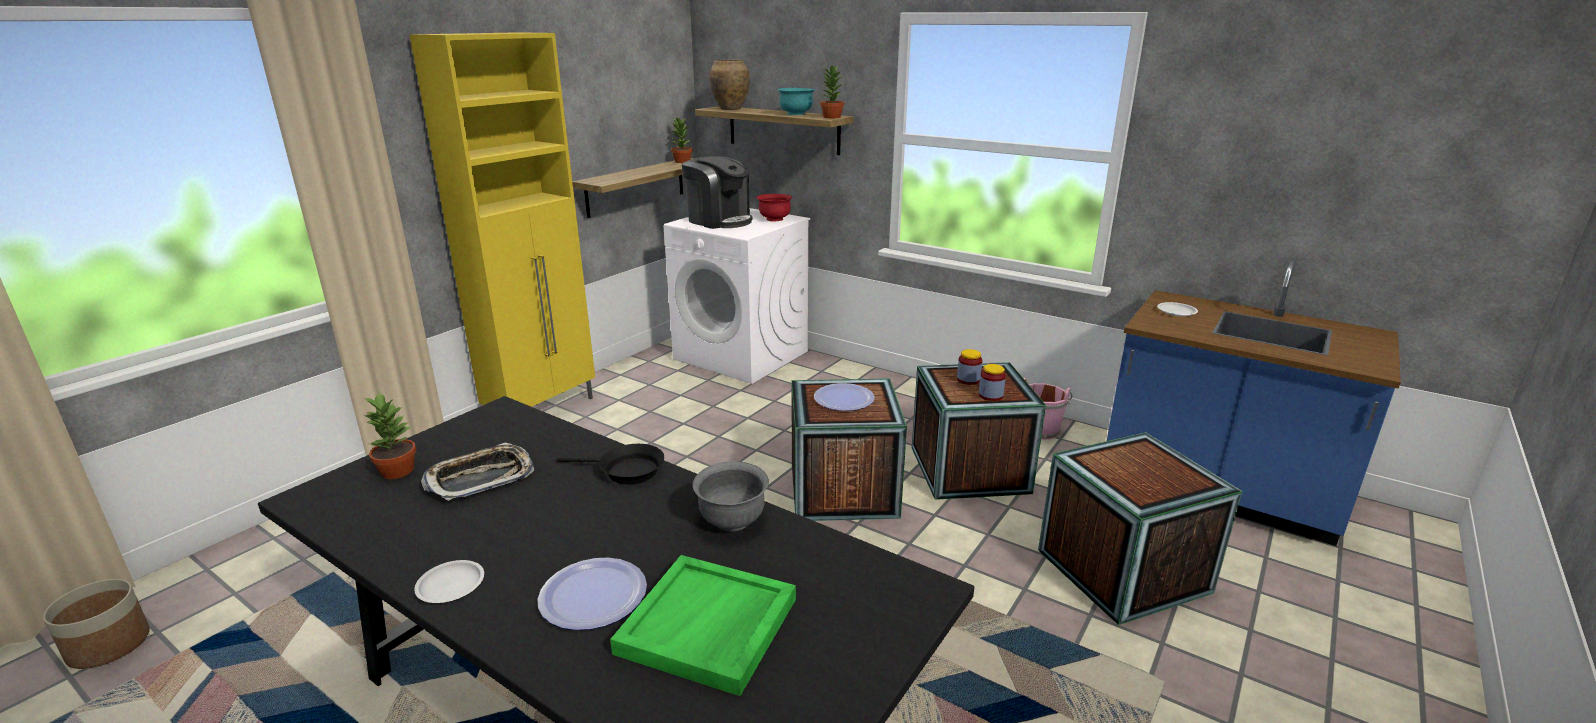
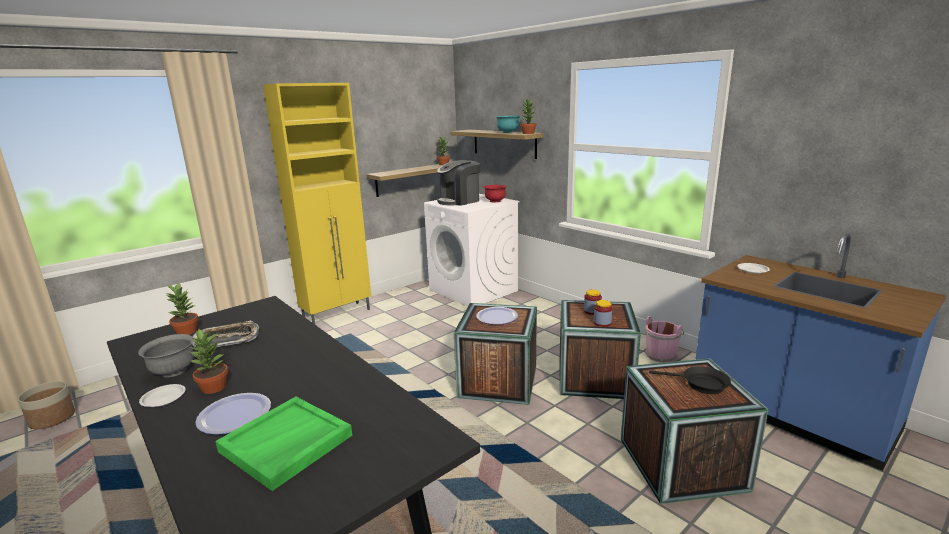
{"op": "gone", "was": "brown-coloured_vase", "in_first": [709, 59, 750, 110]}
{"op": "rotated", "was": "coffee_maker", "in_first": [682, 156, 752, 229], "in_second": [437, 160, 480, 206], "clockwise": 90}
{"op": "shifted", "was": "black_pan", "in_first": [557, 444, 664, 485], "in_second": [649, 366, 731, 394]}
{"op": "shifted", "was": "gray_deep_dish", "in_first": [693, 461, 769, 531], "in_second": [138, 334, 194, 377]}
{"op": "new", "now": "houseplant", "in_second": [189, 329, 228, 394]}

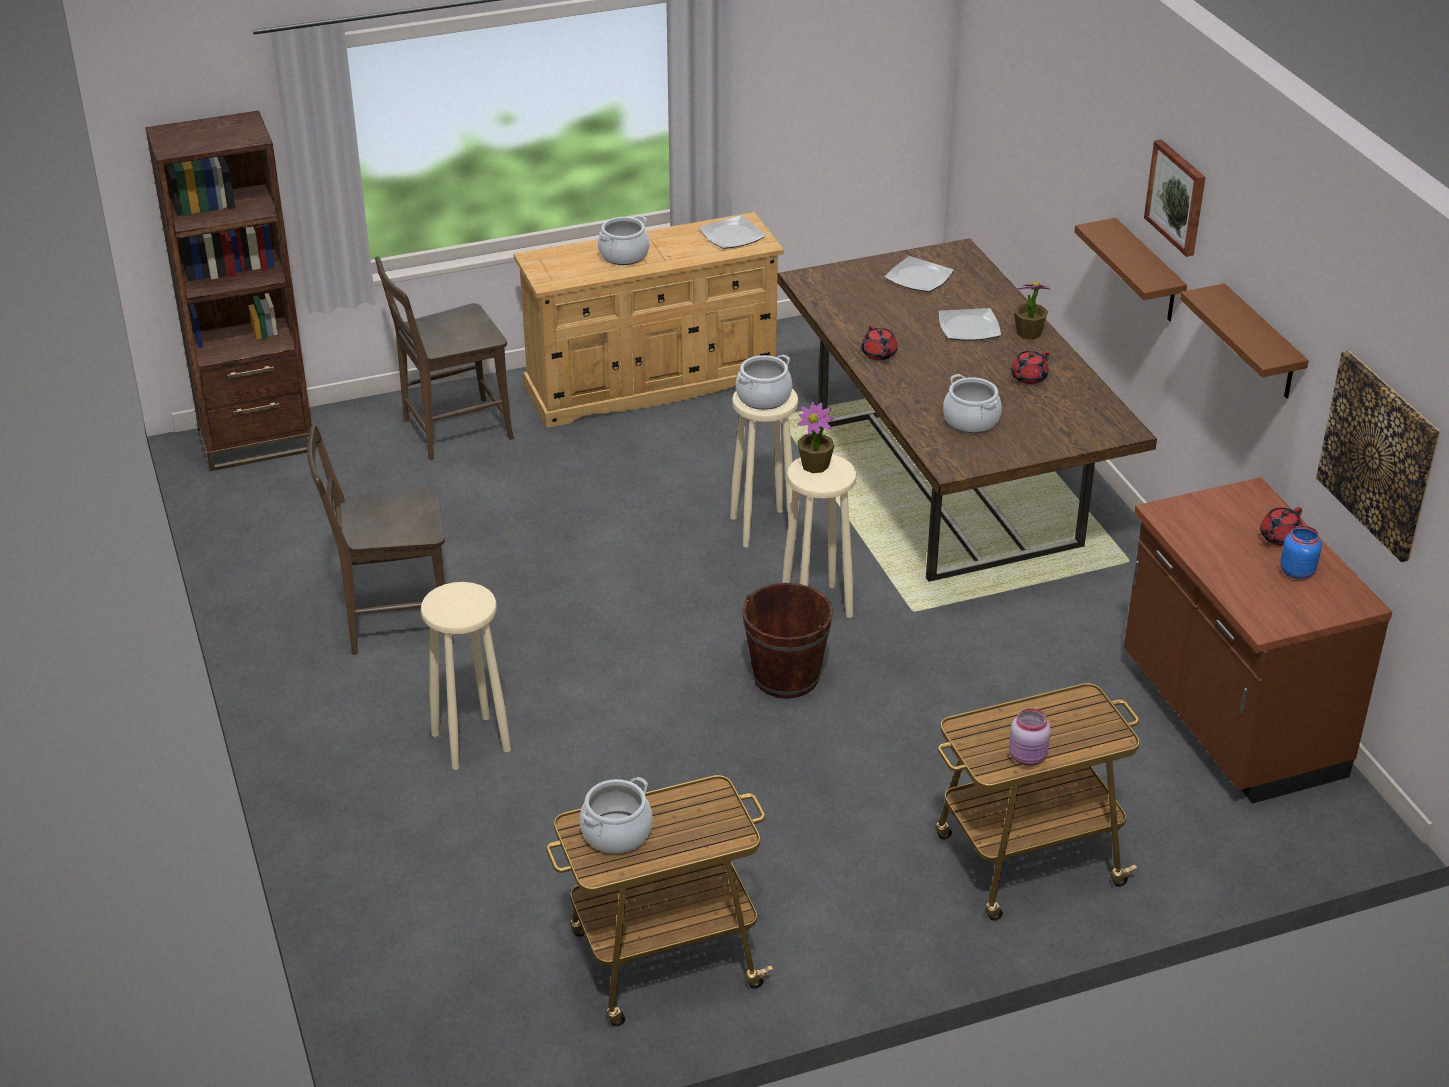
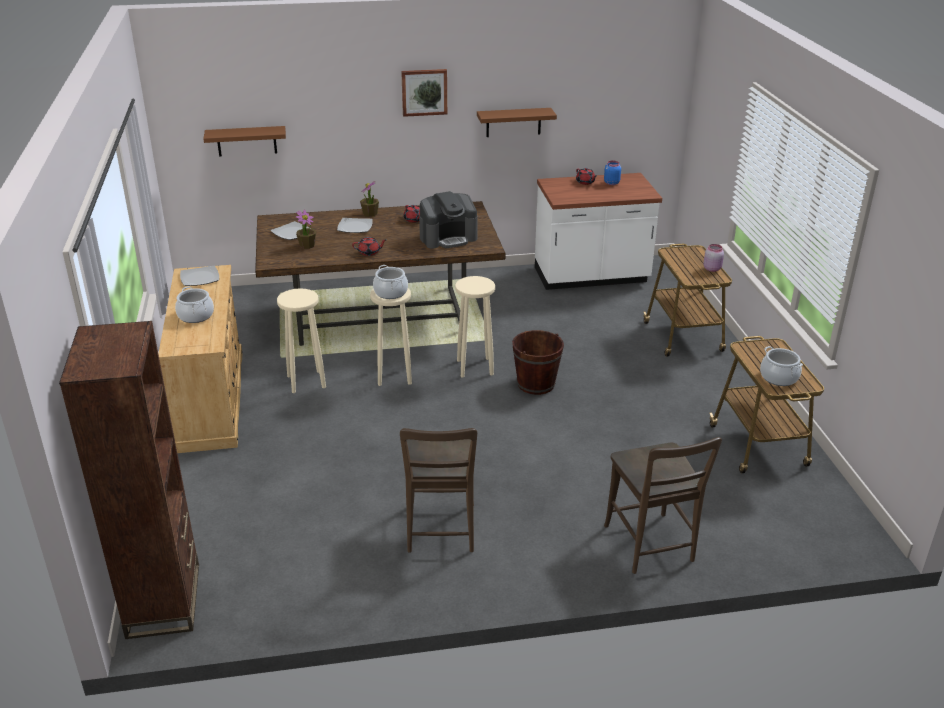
{"op": "shifted", "was": "brown-coloured_wall_shelf", "in_first": [1074, 218, 1187, 321], "in_second": [203, 126, 286, 157]}
{"op": "shifted", "was": "brown-coloured_chair", "in_first": [375, 257, 514, 460], "in_second": [604, 437, 722, 574]}
{"op": "gone", "was": "wall_picture", "in_first": [1316, 351, 1440, 562]}
{"op": "swapped", "was": "stockpot", "now": "coffee_maker", "in_first": [943, 374, 1002, 433], "in_second": [419, 191, 478, 249]}
{"op": "shifted", "was": "houseplant", "in_first": [797, 402, 834, 473], "in_second": [296, 209, 316, 249]}
{"op": "repainted", "was": "brown-coloured_kitchen_counter", "now": "whitish_kitchen_counter", "in_first": [1124, 477, 1392, 804], "in_second": [535, 173, 662, 290]}
{"op": "shifted", "was": "sand-coloured_stool", "in_first": [421, 582, 511, 770], "in_second": [277, 289, 326, 393]}

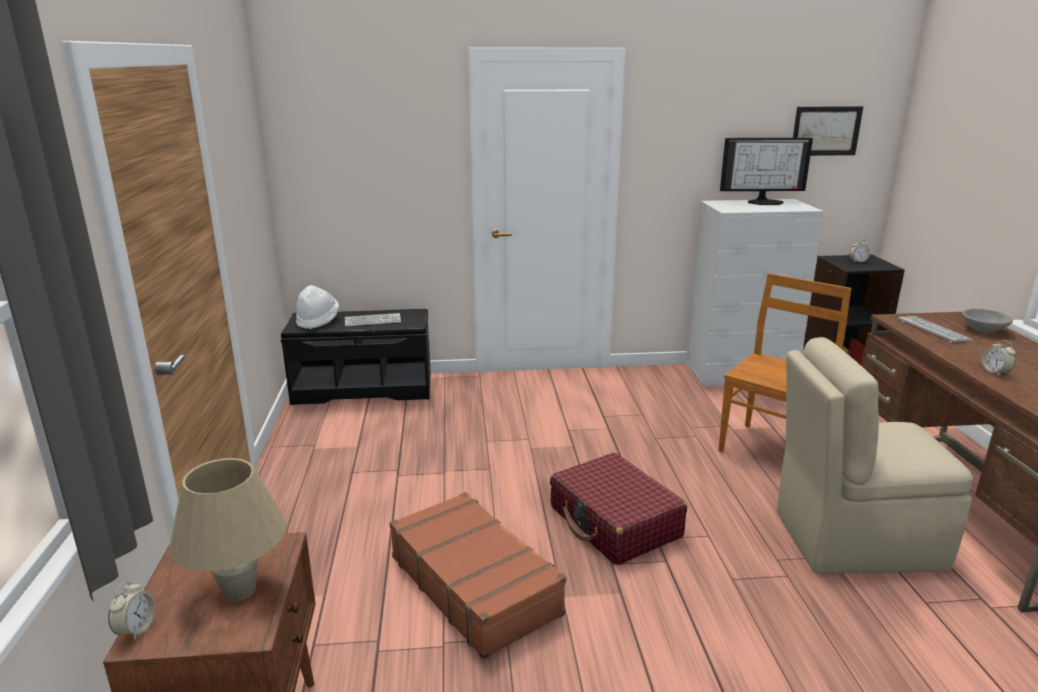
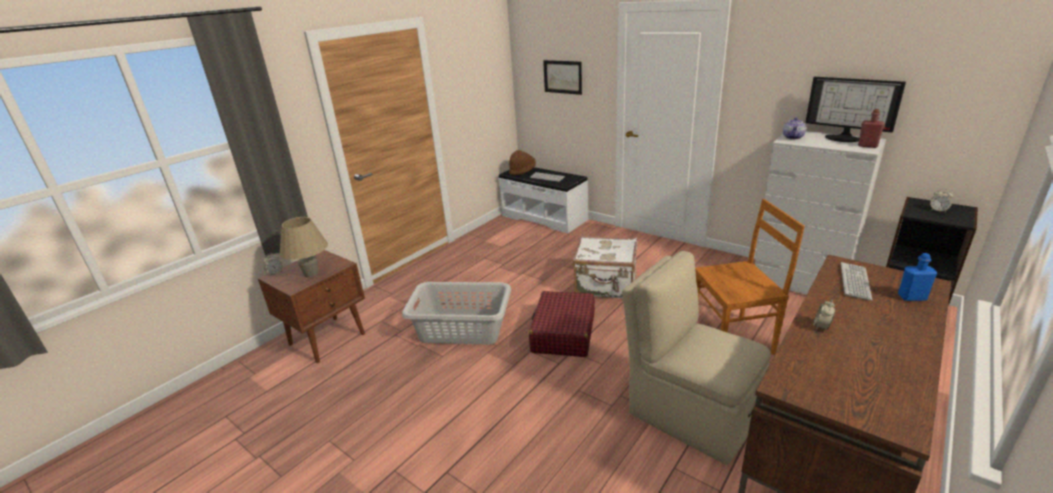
{"op": "shifted", "was": "wall_picture", "in_first": [793, 106, 863, 156], "in_second": [543, 60, 582, 95]}
{"op": "repainted", "was": "whitish_clothing_hat", "now": "brown-coloured_clothing_hat", "in_first": [296, 285, 339, 329], "in_second": [509, 150, 536, 175]}
{"op": "swapped", "was": "gray_deep_dish", "now": "bluish_beverage_bottle", "in_first": [962, 308, 1013, 333], "in_second": [898, 253, 937, 301]}
{"op": "repainted", "was": "black_long_seat", "now": "whitish_long_seat", "in_first": [281, 309, 431, 405], "in_second": [498, 167, 588, 233]}
{"op": "swapped", "was": "brown-coloured_suitcase", "now": "gray_washing_basket", "in_first": [389, 492, 566, 660], "in_second": [402, 282, 511, 344]}
{"op": "new", "now": "reddish_beverage_bottle", "in_second": [858, 109, 885, 148]}
{"op": "new", "now": "teapot", "in_second": [783, 117, 806, 140]}
{"op": "new", "now": "whitish_suitcase", "in_second": [572, 236, 637, 298]}

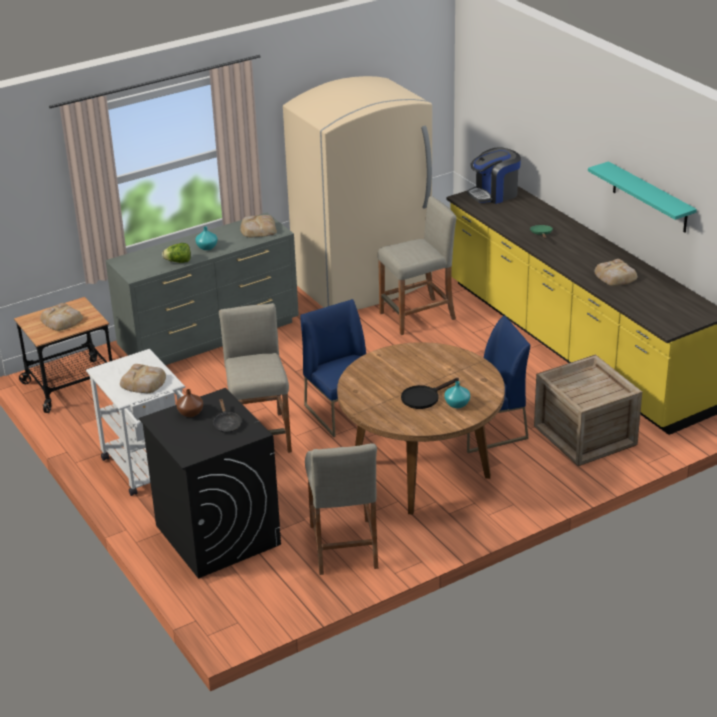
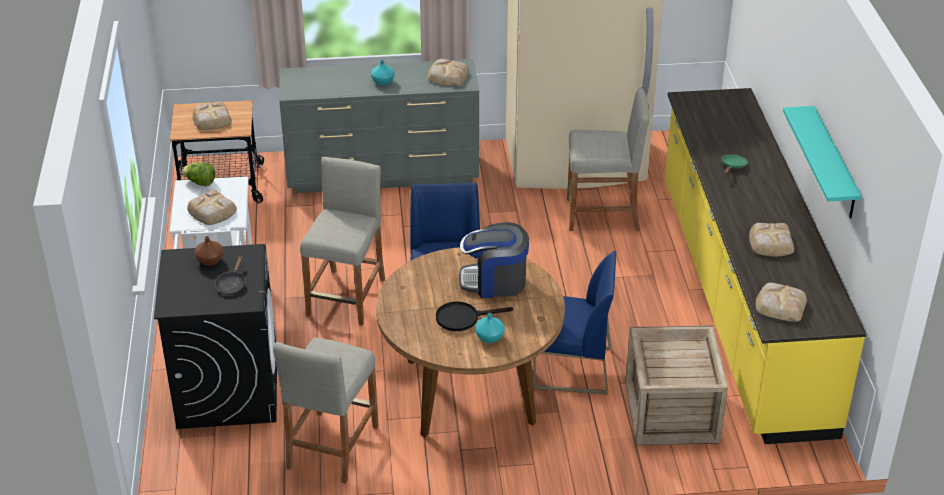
{"op": "shifted", "was": "coffee_maker", "in_first": [467, 147, 521, 204], "in_second": [459, 222, 529, 298]}
{"op": "shifted", "was": "head_of_lettuce", "in_first": [162, 243, 191, 263], "in_second": [182, 163, 215, 187]}
{"op": "new", "now": "bread", "in_second": [756, 283, 807, 322]}

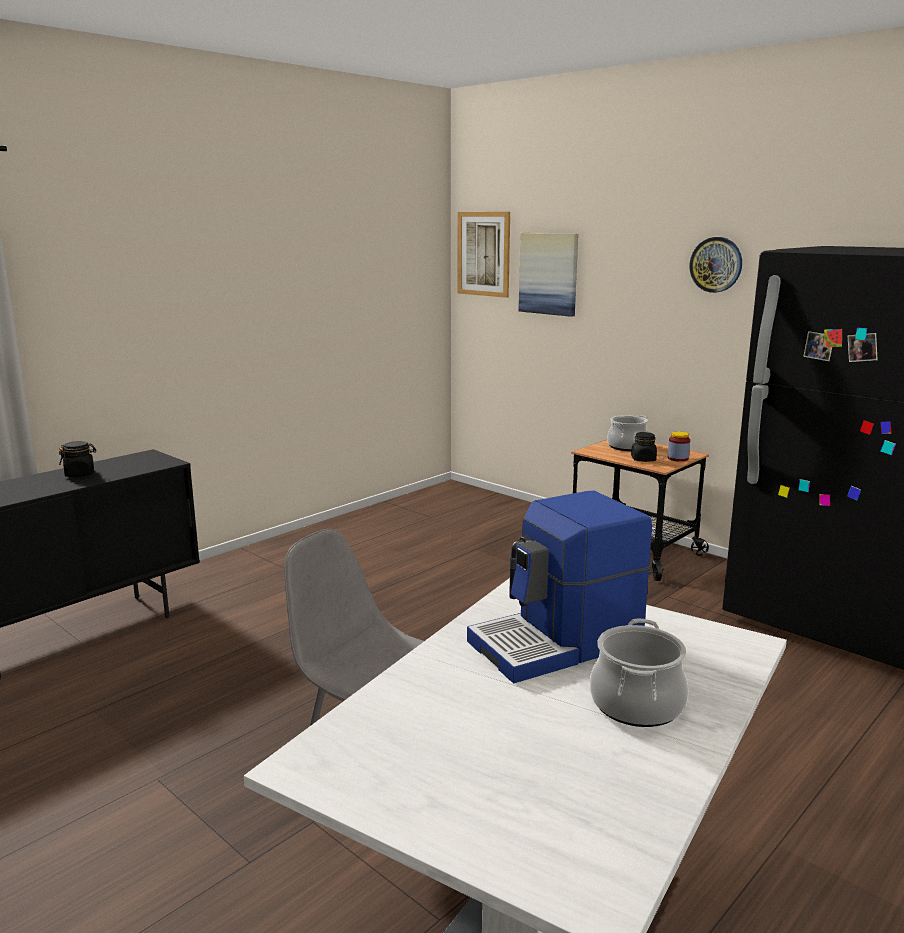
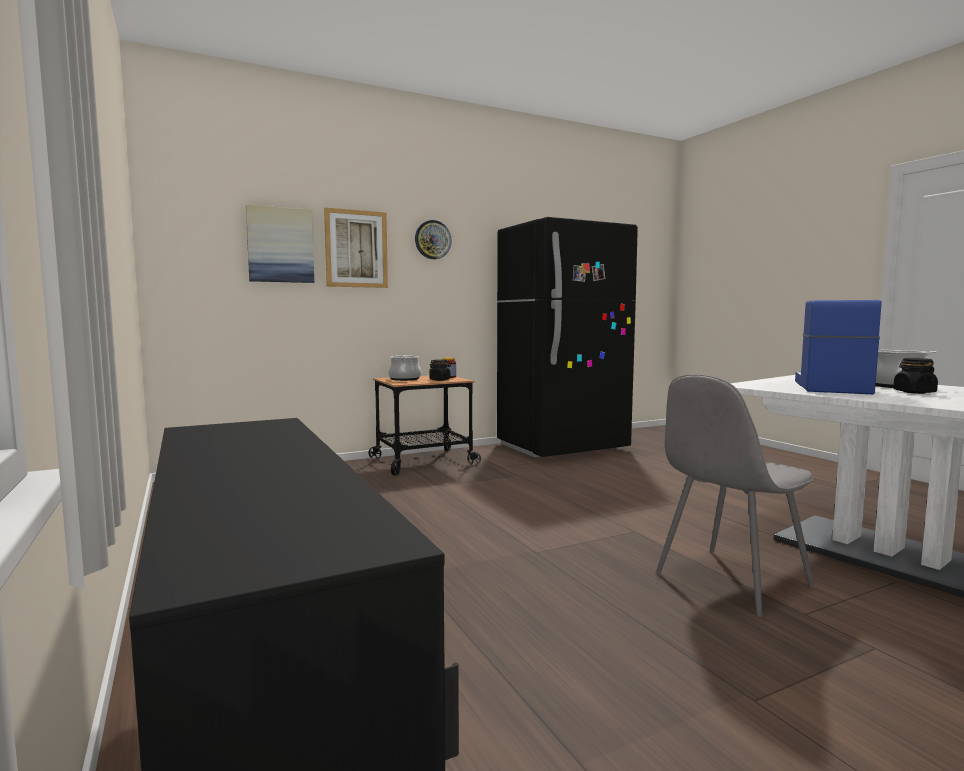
{"op": "shifted", "was": "wall_picture", "in_first": [457, 212, 510, 298], "in_second": [324, 208, 388, 288]}
{"op": "shifted", "was": "black_storage_jar", "in_first": [59, 441, 96, 477], "in_second": [893, 358, 938, 394]}
{"op": "rotated", "was": "coffee_maker", "in_first": [467, 491, 652, 683], "in_second": [795, 300, 882, 394], "clockwise": -150}

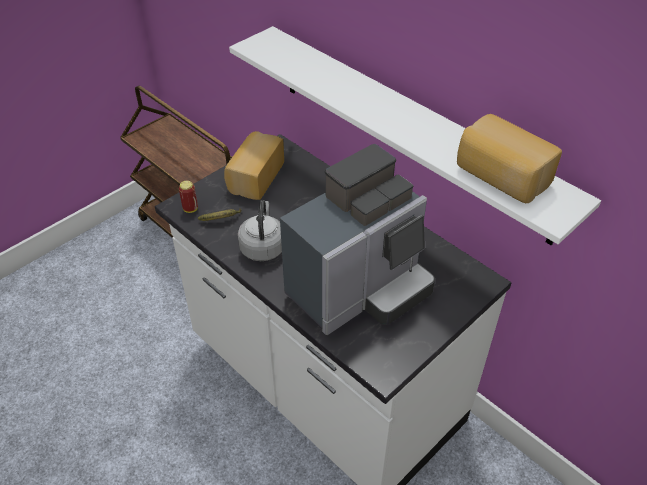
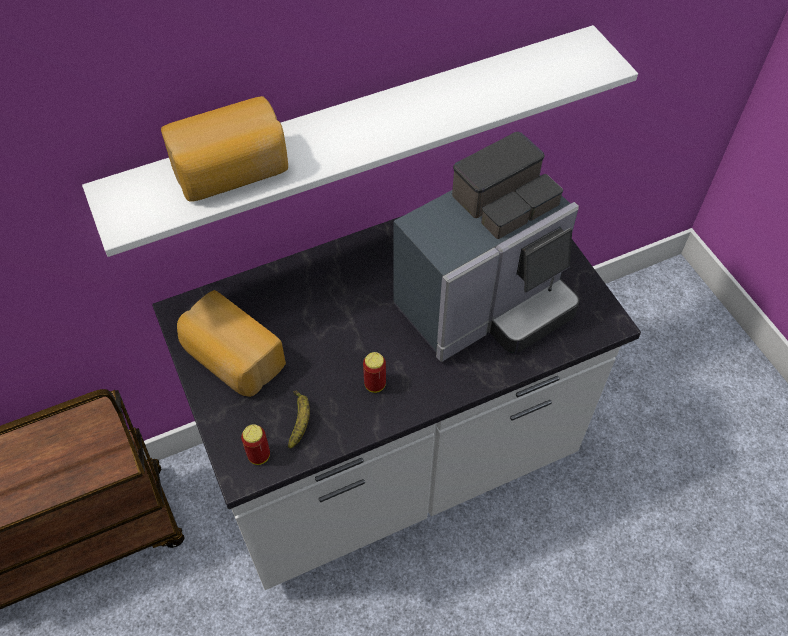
{"op": "shifted", "was": "bread", "in_first": [457, 114, 562, 203], "in_second": [161, 96, 288, 202]}
{"op": "rotated", "was": "coffee_maker", "in_first": [280, 144, 435, 335], "in_second": [394, 132, 579, 362], "clockwise": 75}
{"op": "swapped", "was": "gray_tea_kettle", "now": "can", "in_first": [238, 200, 282, 261], "in_second": [363, 352, 386, 393]}

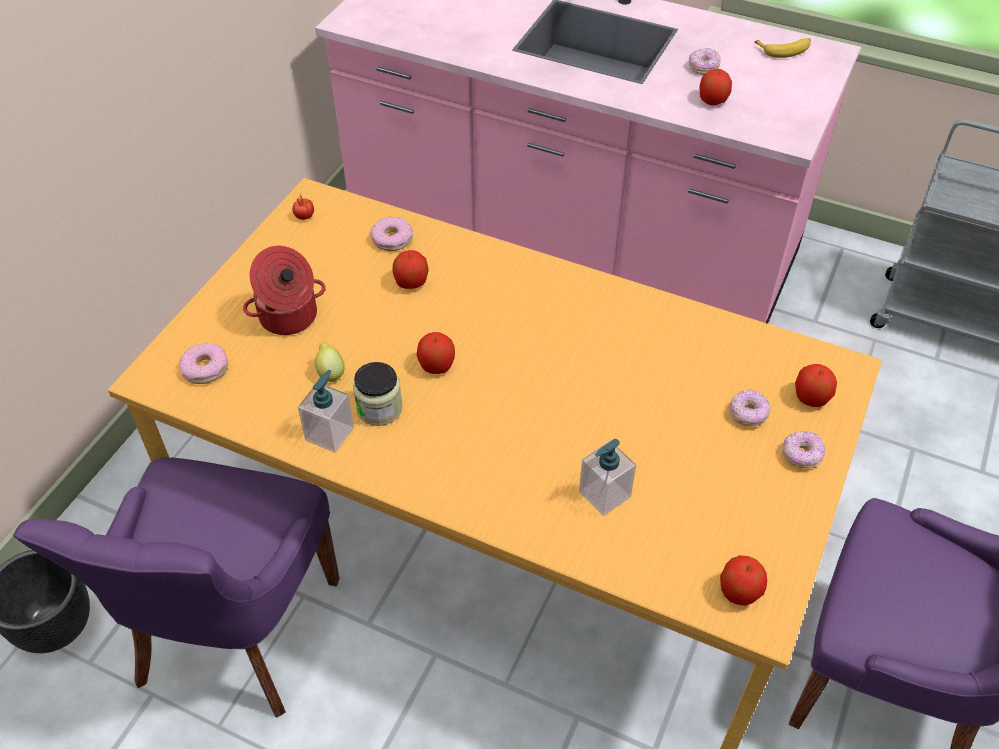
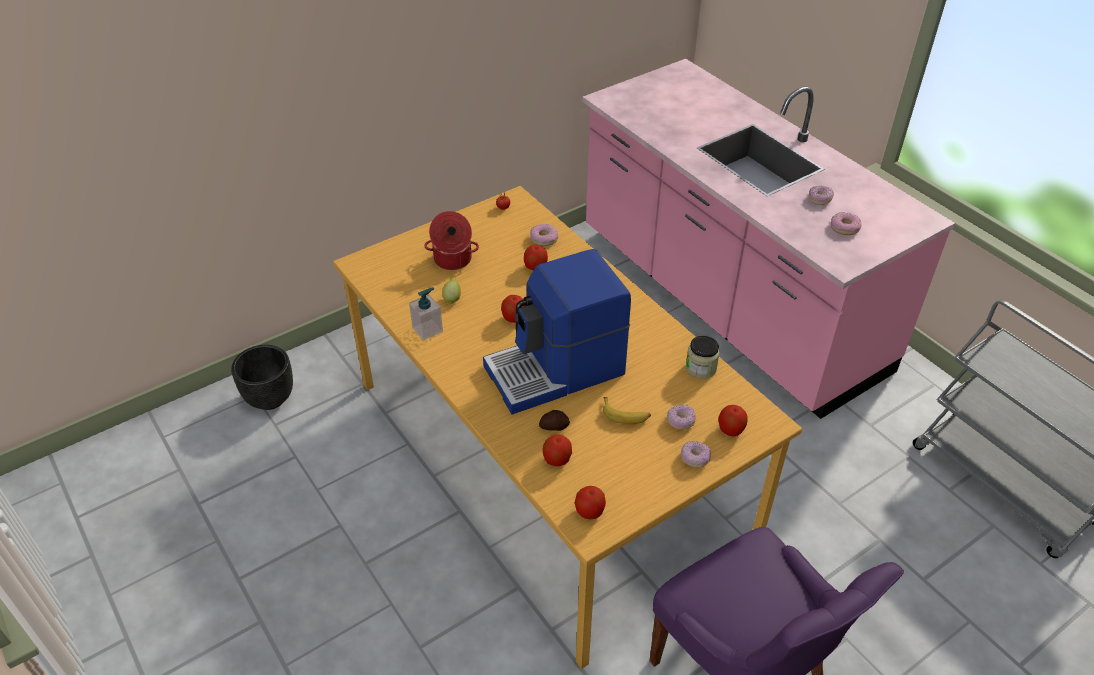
{"op": "shifted", "was": "banana_fruit", "in_first": [754, 38, 811, 58], "in_second": [603, 397, 651, 424]}
{"op": "shifted", "was": "apple", "in_first": [699, 69, 732, 105], "in_second": [543, 435, 572, 466]}
{"op": "shifted", "was": "donut", "in_first": [179, 343, 228, 384], "in_second": [831, 212, 862, 235]}
{"op": "shifted", "was": "storage_jar", "in_first": [353, 362, 403, 426], "in_second": [686, 336, 720, 379]}
{"op": "swapped", "was": "soap_dispenser", "now": "whole_potato", "in_first": [579, 439, 636, 516], "in_second": [539, 410, 570, 431]}
{"op": "gone", "was": "purple_chair", "in_first": [13, 457, 340, 717]}
{"op": "new", "now": "coffee_maker", "in_second": [483, 249, 631, 415]}

